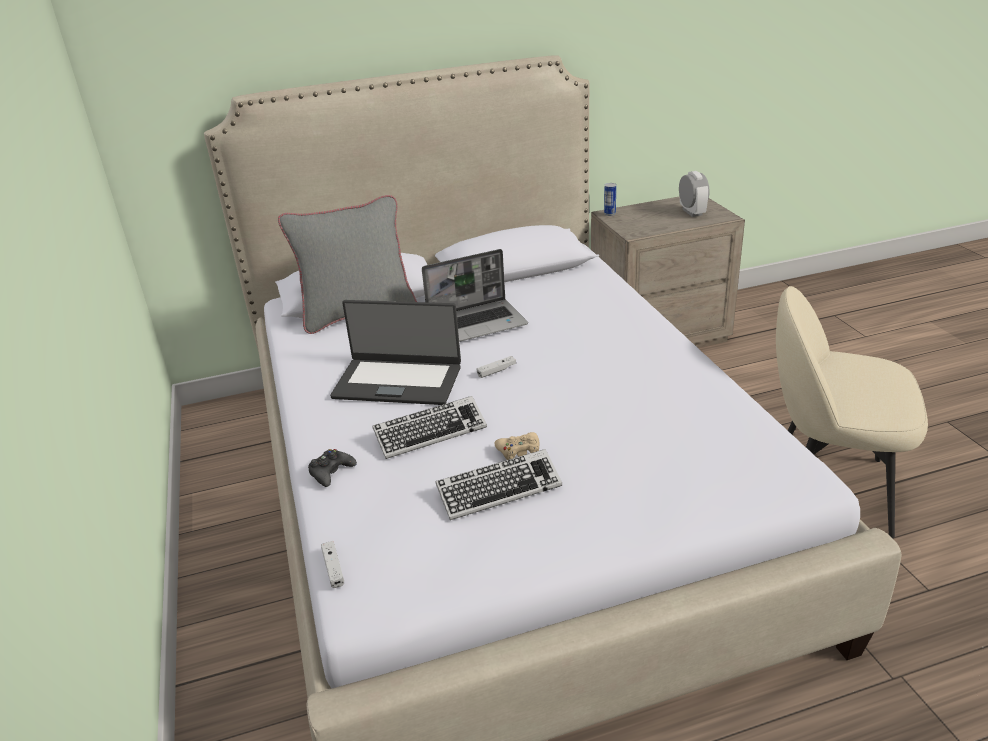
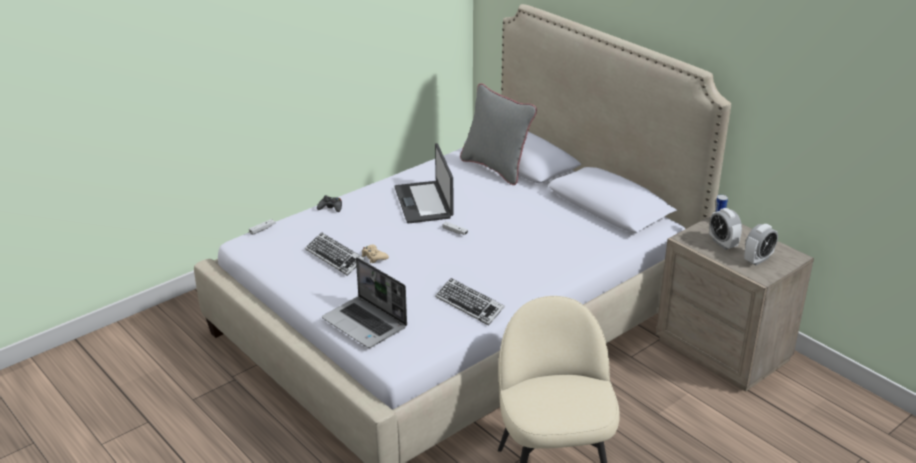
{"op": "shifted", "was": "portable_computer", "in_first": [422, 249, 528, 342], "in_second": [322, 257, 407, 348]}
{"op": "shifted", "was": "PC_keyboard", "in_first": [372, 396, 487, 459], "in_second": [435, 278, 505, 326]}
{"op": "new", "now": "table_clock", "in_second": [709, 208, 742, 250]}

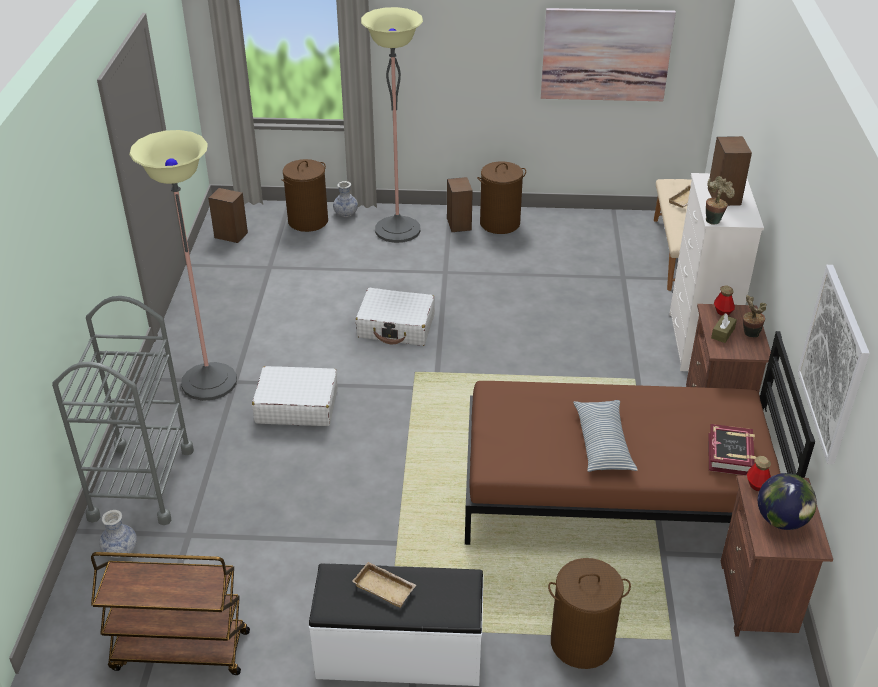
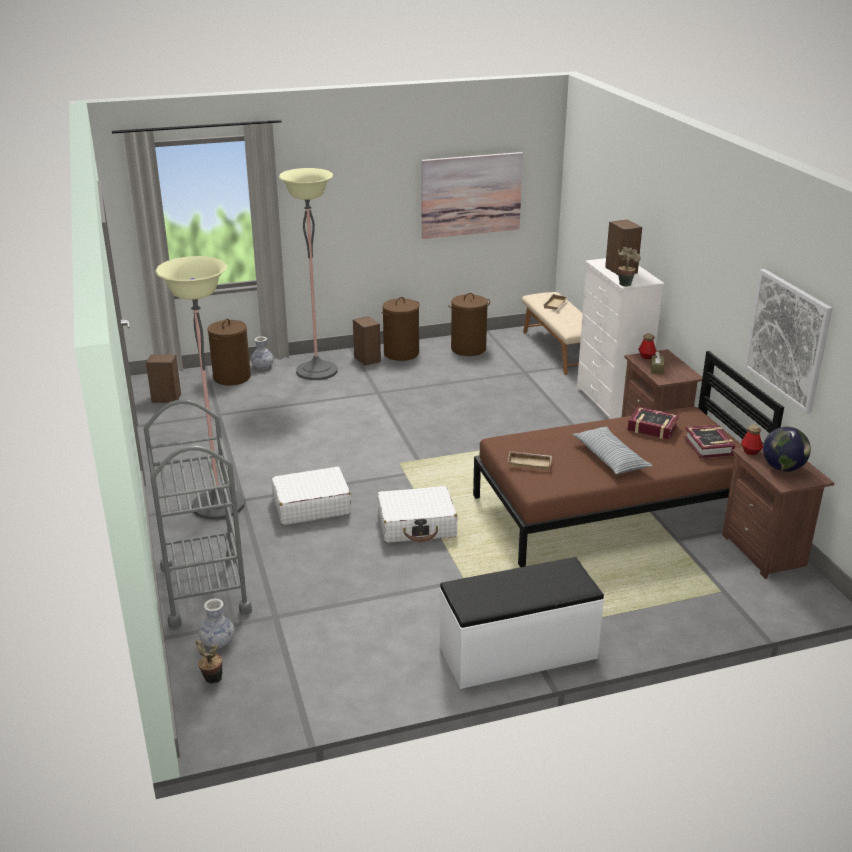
{"op": "shifted", "was": "whitish_suitcase", "in_first": [356, 288, 435, 346], "in_second": [377, 486, 457, 543]}
{"op": "shifted", "was": "houseplant", "in_first": [743, 295, 767, 338], "in_second": [195, 640, 222, 684]}
{"op": "gone", "was": "brown-coloured_wheeled_cart", "in_first": [91, 552, 250, 675]}
{"op": "shifted", "was": "brown-coloured_washing_basket", "in_first": [548, 558, 631, 669], "in_second": [448, 293, 490, 356]}
{"op": "shifted", "was": "sand-coloured_serving_tray", "in_first": [352, 562, 416, 608], "in_second": [508, 451, 552, 470]}
{"op": "new", "now": "volume", "in_second": [628, 407, 679, 439]}

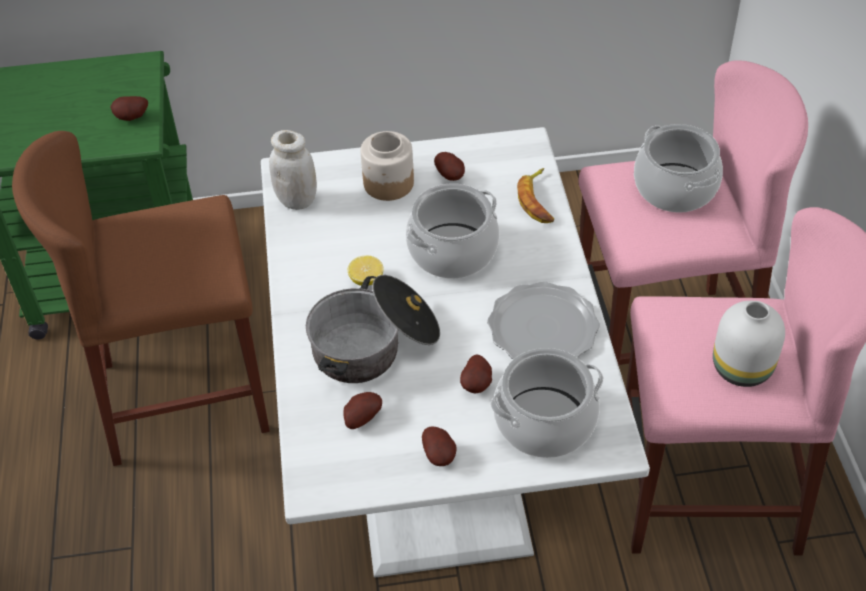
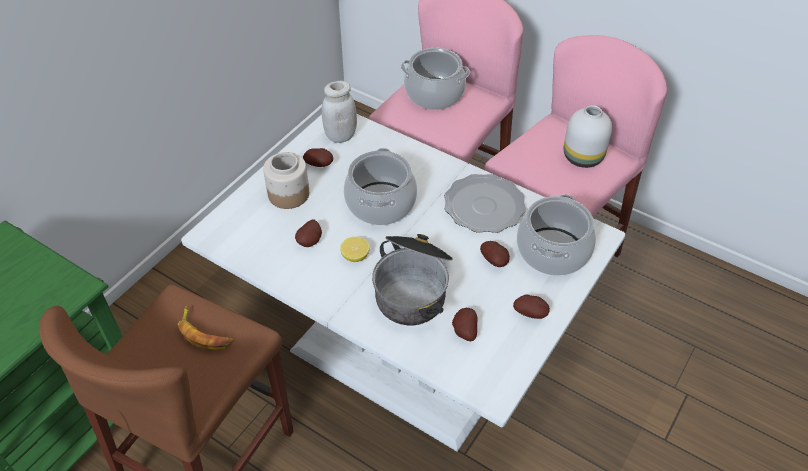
{"op": "shifted", "was": "whole_potato", "in_first": [110, 96, 148, 121], "in_second": [295, 219, 322, 247]}
{"op": "shifted", "was": "whitish_storage_jar", "in_first": [269, 130, 317, 210], "in_second": [322, 81, 357, 143]}
{"op": "shifted", "was": "banana_fruit", "in_first": [517, 168, 554, 223], "in_second": [178, 306, 234, 350]}

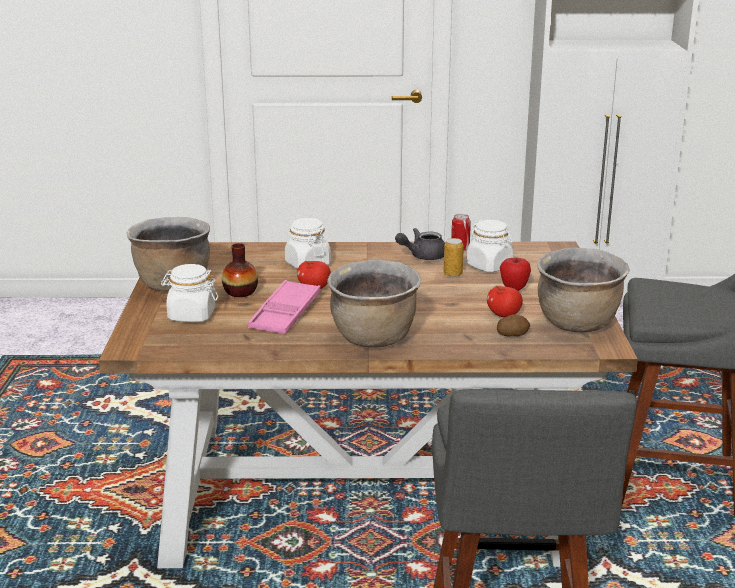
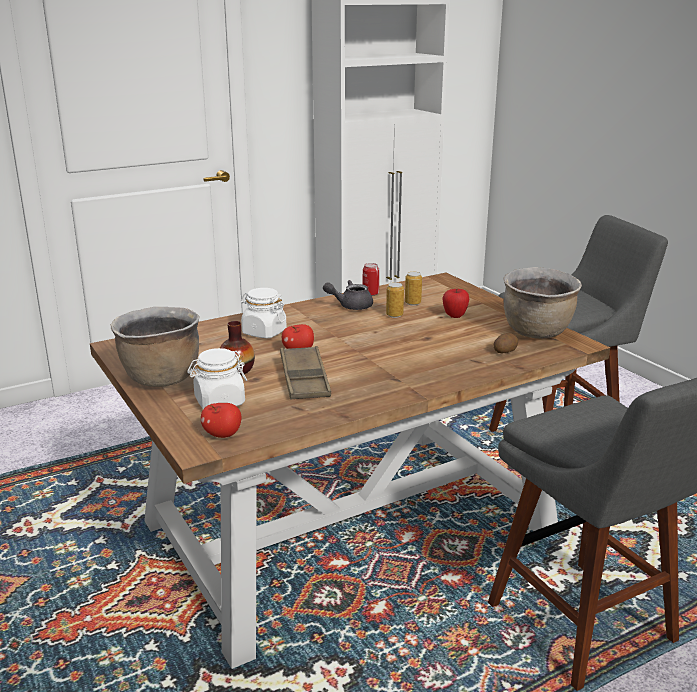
{"op": "swapped", "was": "whitish_storage_jar", "now": "can", "in_first": [466, 220, 514, 272], "in_second": [405, 271, 422, 306]}
{"op": "rotated", "was": "gray_teapot", "in_first": [395, 228, 445, 260], "in_second": [323, 280, 373, 310], "clockwise": 45}
{"op": "gone", "was": "brown-coloured_stockpot", "in_first": [327, 260, 421, 348]}
{"op": "repainted", "was": "pink_serving_tray", "now": "brown-coloured_serving_tray", "in_first": [248, 280, 321, 334], "in_second": [280, 346, 331, 400]}
{"op": "shifted", "was": "apple", "in_first": [487, 286, 523, 318], "in_second": [201, 403, 241, 438]}

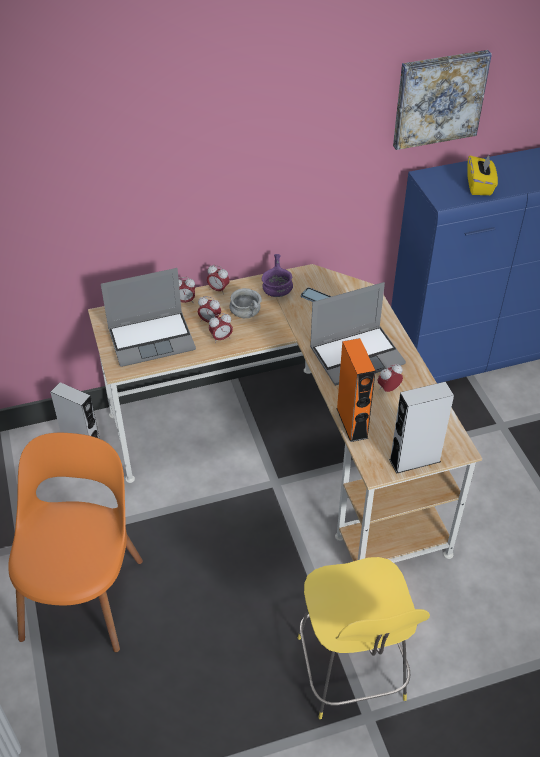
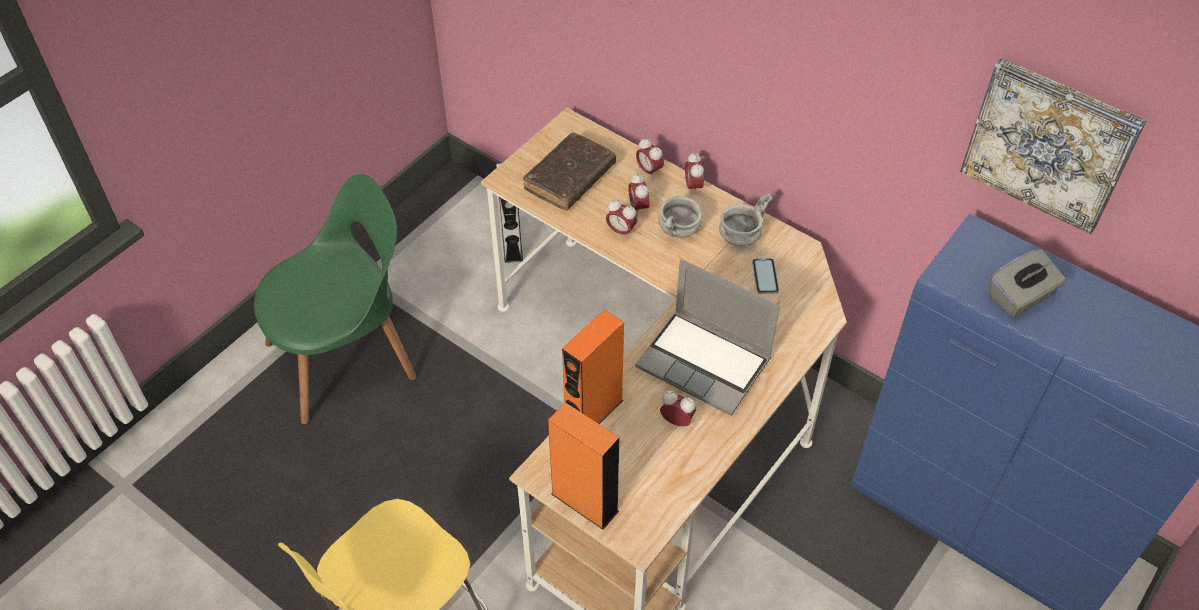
{"op": "repainted", "was": "yellowish_box_of_tissues", "now": "gray_box_of_tissues", "in_first": [467, 155, 498, 195], "in_second": [989, 249, 1066, 317]}
{"op": "repainted", "was": "purple_deep_dish", "now": "gray_deep_dish", "in_first": [262, 254, 293, 297], "in_second": [719, 193, 772, 246]}
{"op": "swapped", "was": "portable_computer", "now": "brown-coloured_volume", "in_first": [101, 268, 196, 367], "in_second": [523, 132, 616, 211]}
{"op": "repainted", "was": "gray_speaker", "now": "orange_speaker", "in_first": [389, 381, 454, 474], "in_second": [548, 402, 619, 530]}
{"op": "repainted", "was": "orange_chair", "now": "green_chair", "in_first": [8, 433, 143, 652], "in_second": [254, 174, 416, 424]}

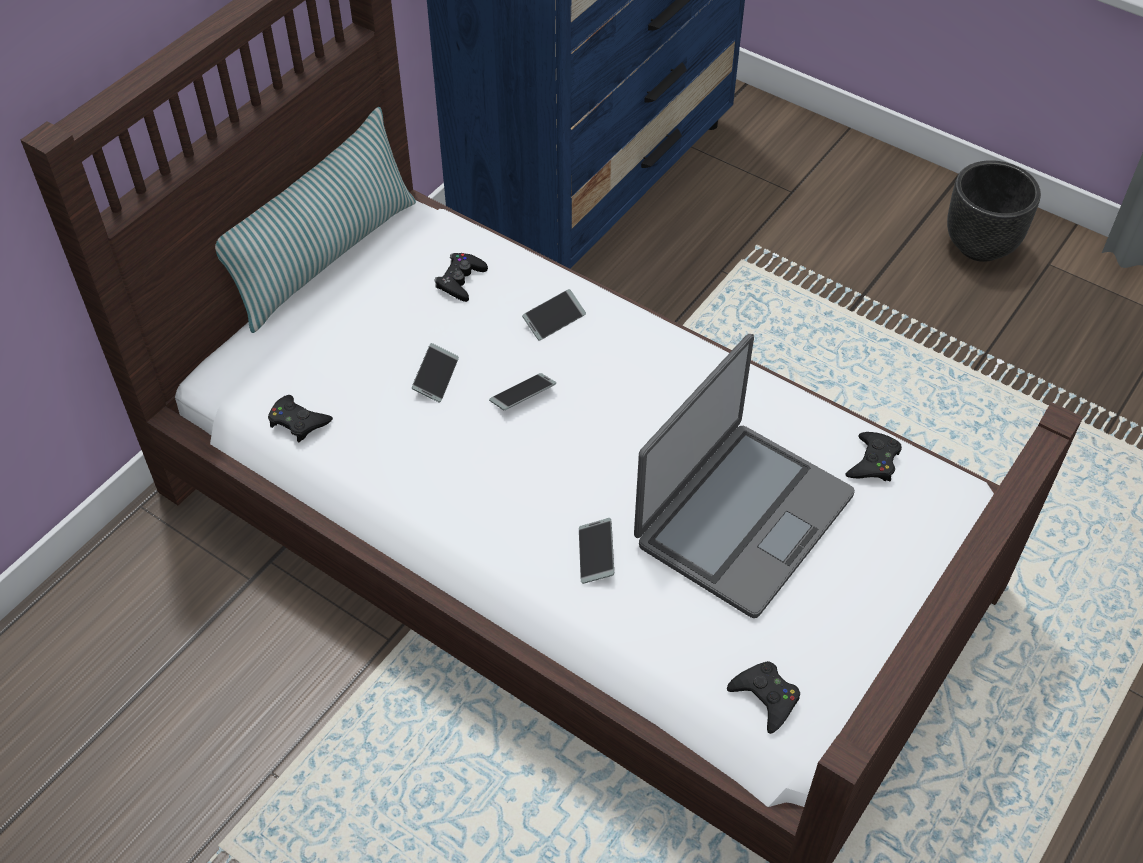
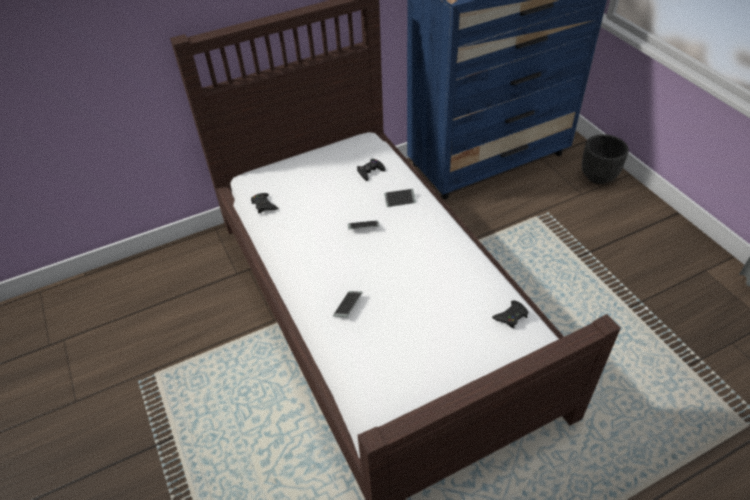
{"op": "gone", "was": "pillow", "in_first": [215, 107, 416, 333]}
{"op": "shifted", "was": "black_planter", "in_first": [947, 160, 1041, 262], "in_second": [582, 134, 629, 184]}
{"op": "gone", "was": "portable_computer", "in_first": [634, 334, 855, 618]}
{"op": "gone", "was": "telephone", "in_first": [412, 343, 459, 402]}
{"op": "gone", "was": "black_joypad", "in_first": [727, 661, 800, 734]}

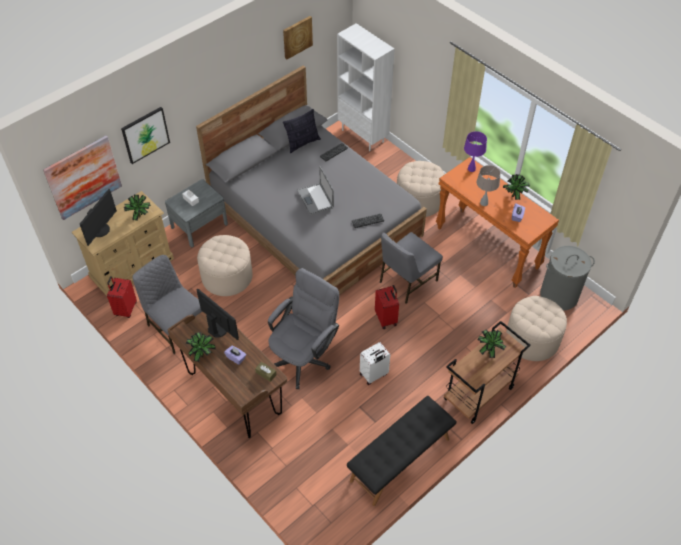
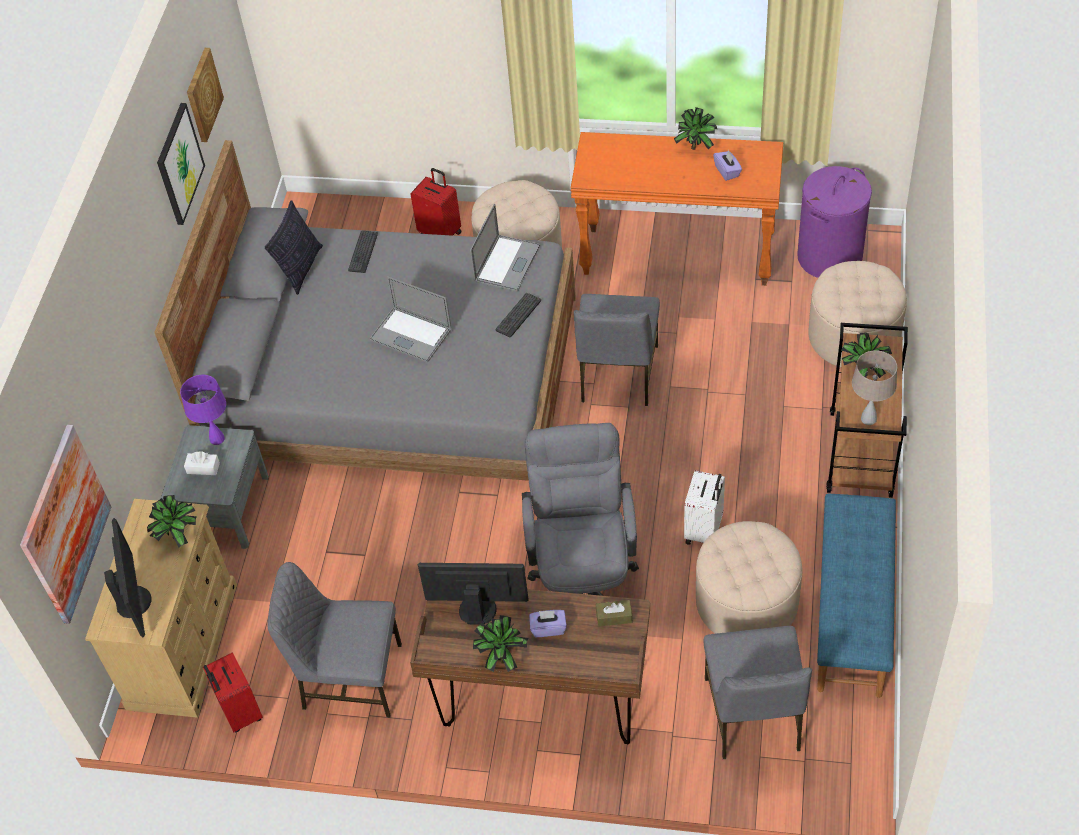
{"op": "gone", "was": "whitish_bookshelf", "in_first": [337, 23, 394, 151]}
{"op": "shifted", "was": "wall_picture", "in_first": [121, 107, 170, 164], "in_second": [157, 103, 205, 225]}
{"op": "shifted", "was": "purple_lamp_for_a_table", "in_first": [464, 131, 487, 172], "in_second": [180, 375, 226, 445]}
{"op": "shifted", "was": "sand-coloured_lamp_for_a_table", "in_first": [477, 165, 501, 206], "in_second": [852, 350, 897, 425]}
{"op": "shifted", "was": "sand-coloured_pouffe", "in_first": [197, 235, 253, 296], "in_second": [696, 521, 802, 634]}
{"op": "repainted", "was": "gray_washing_basket", "now": "purple_washing_basket", "in_first": [540, 246, 595, 311], "in_second": [797, 166, 872, 278]}
{"op": "shifted", "was": "reddish_suitcase", "in_first": [375, 285, 399, 329], "in_second": [411, 168, 462, 236]}
{"op": "repainted", "was": "black_long_seat", "now": "bluish_long_seat", "in_first": [347, 396, 457, 506], "in_second": [817, 494, 896, 698]}
{"op": "new", "now": "portable_computer", "in_second": [470, 204, 540, 292]}
{"op": "new", "now": "gray_chair", "in_second": [704, 626, 812, 759]}

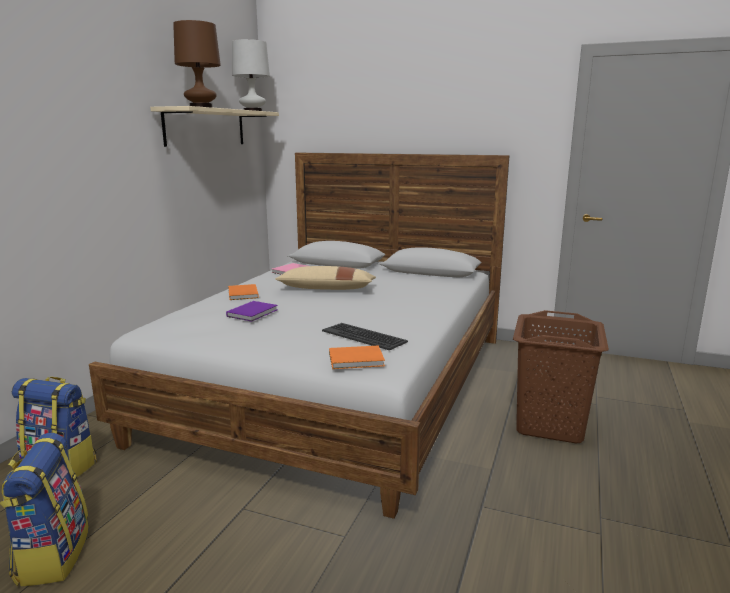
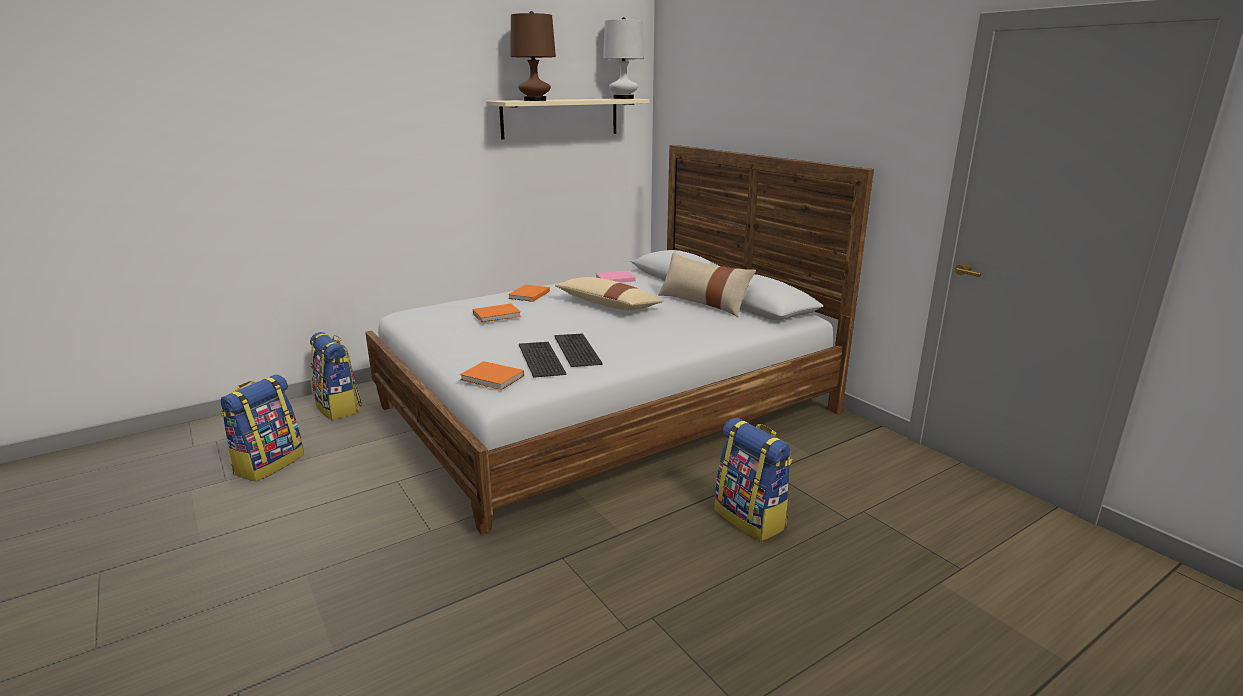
{"op": "repainted", "was": "purple_volume", "now": "orange_volume", "in_first": [226, 301, 278, 322], "in_second": [473, 303, 521, 323]}
{"op": "swapped", "was": "brown-coloured_washing_basket", "now": "knapsack", "in_first": [513, 310, 609, 444], "in_second": [714, 418, 792, 541]}
{"op": "new", "now": "sand-coloured_pillow", "in_second": [658, 252, 756, 317]}
{"op": "new", "now": "PC_keyboard", "in_second": [554, 333, 603, 367]}

